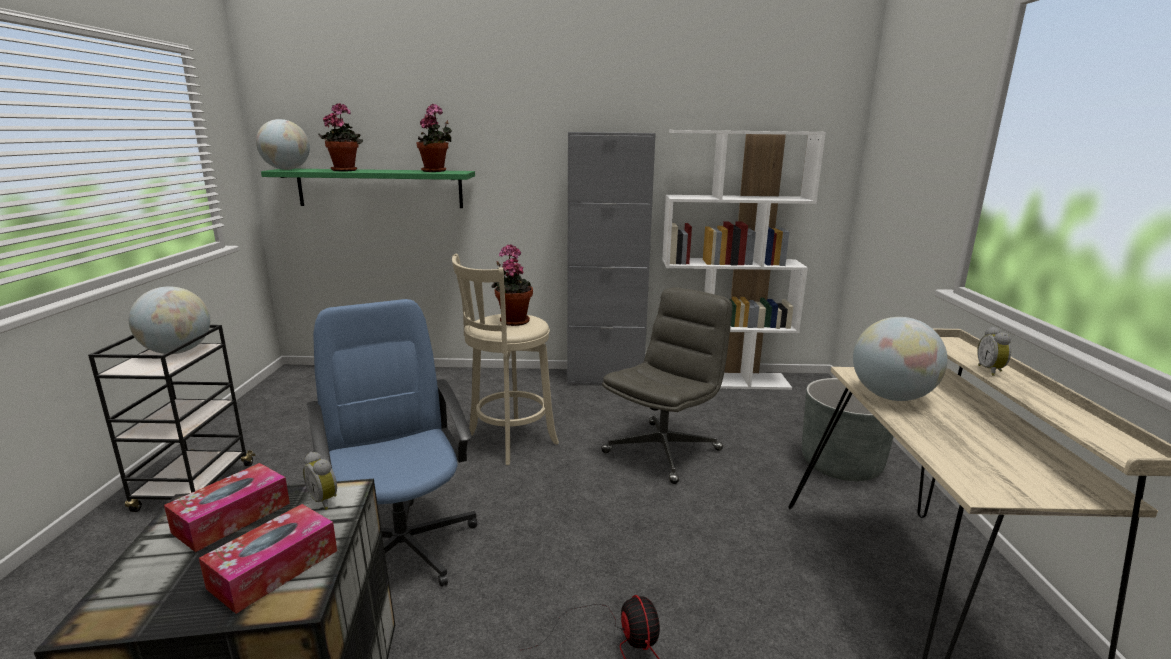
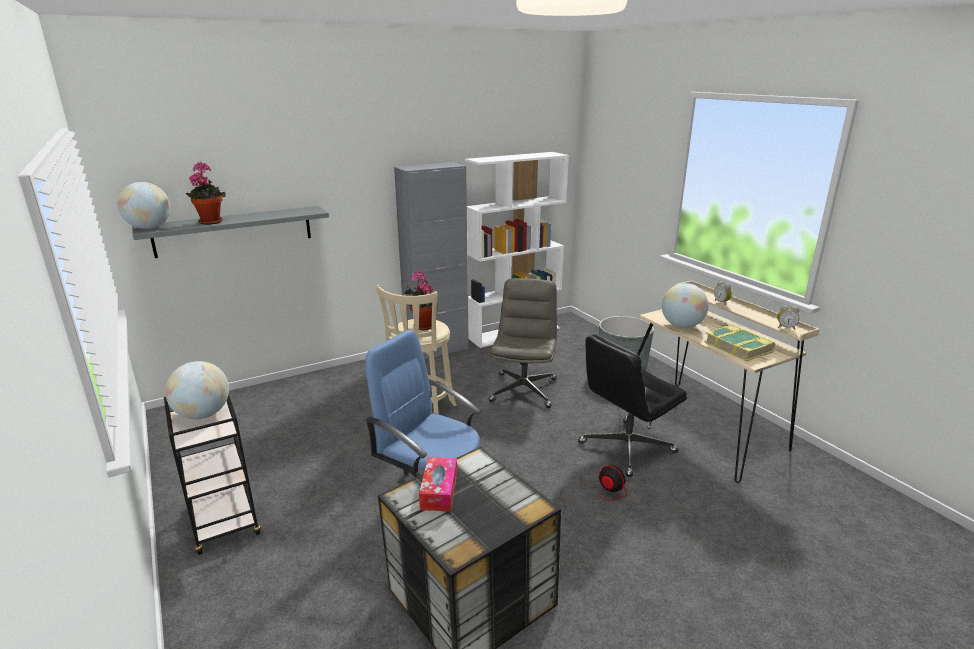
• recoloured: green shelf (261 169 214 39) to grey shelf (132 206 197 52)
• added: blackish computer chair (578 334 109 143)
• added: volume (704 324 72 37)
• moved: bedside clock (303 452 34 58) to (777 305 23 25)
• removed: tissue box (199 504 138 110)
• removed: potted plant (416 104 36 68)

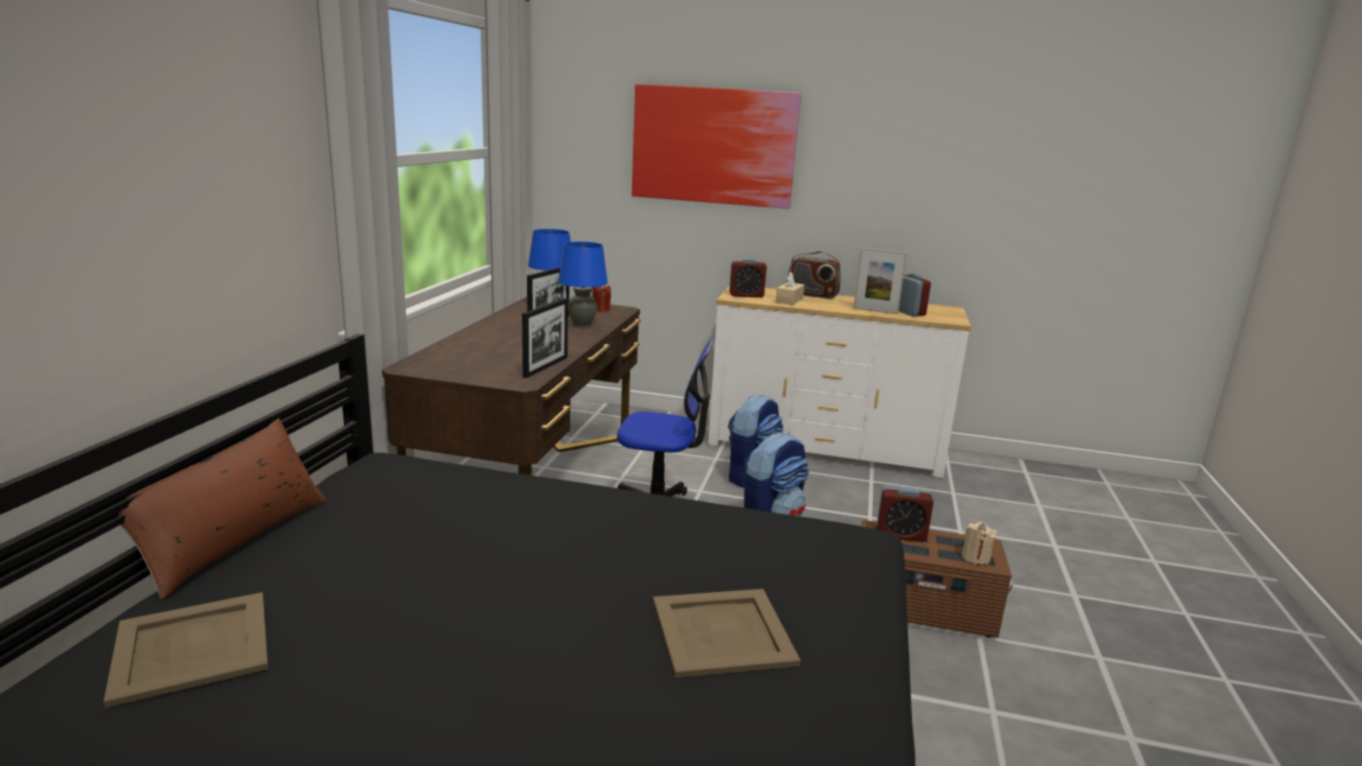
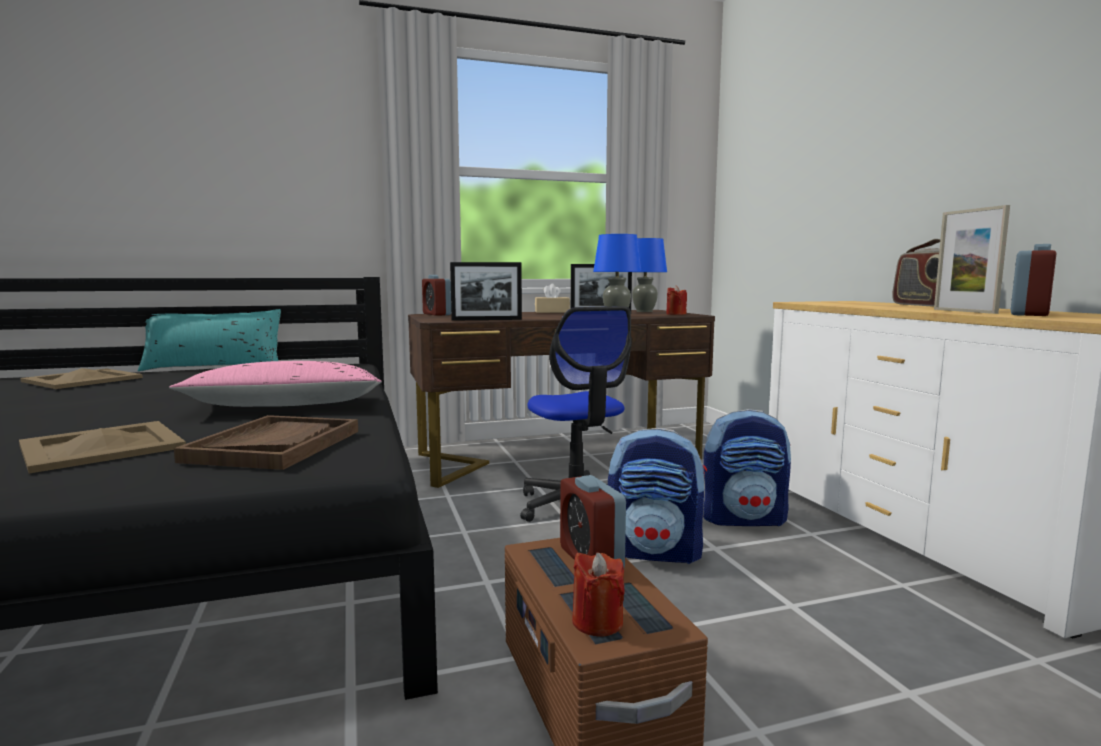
• recoloured: brownish throw pillow (118 418 209 182) to turquoise throw pillow (138 309 143 63)
• added: pink-coloured throw pillow (169 361 213 46)
• added: brownish serving tray (174 415 184 55)
• moved: bedside clock (729 258 38 40) to (422 275 29 41)
• moved: beige tissue box (776 272 29 33) to (535 283 35 30)
• recoloured: beige wax candle (962 522 35 43) to red wax candle (572 552 53 84)
• removed: picture (632 84 169 125)

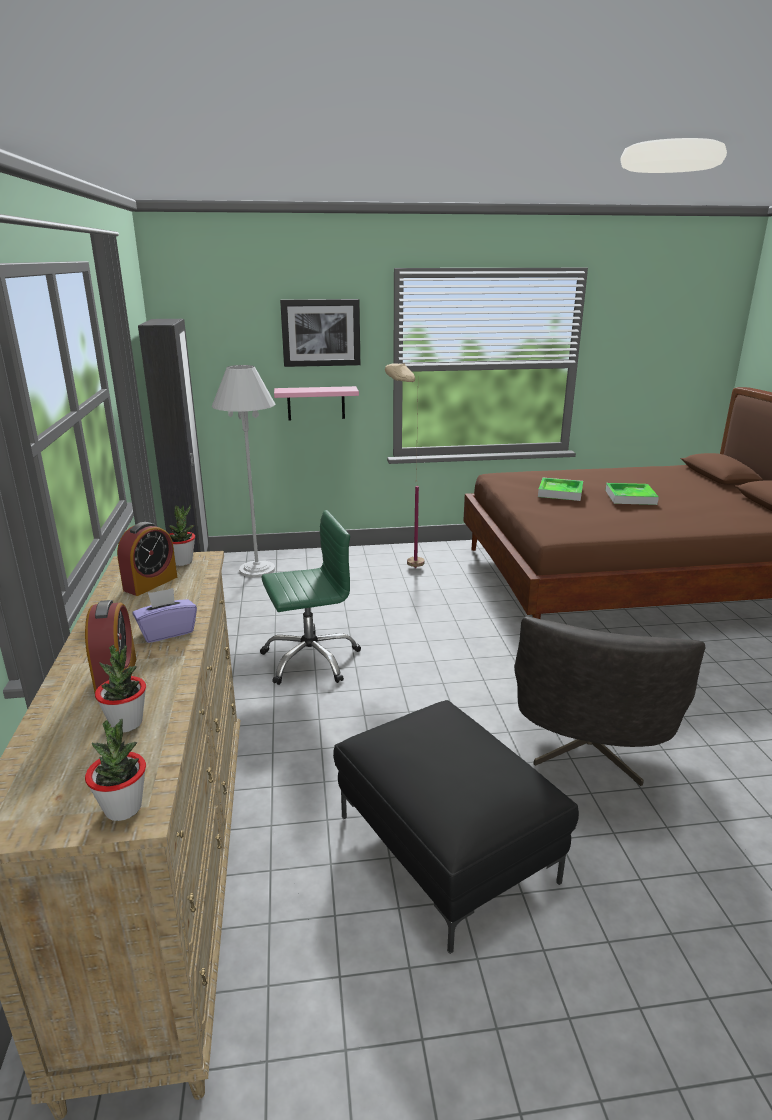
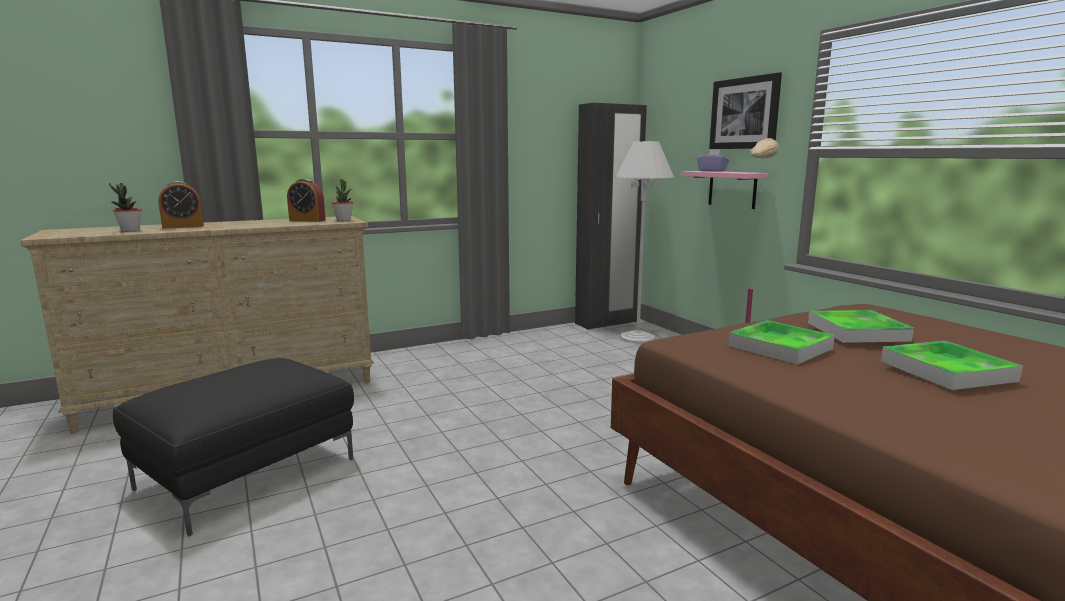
• moved: purple-coloured tissue box (132 588 65 55) to (697 149 32 23)
• added: serving tray (728 320 107 45)
• removed: potted plant (85 719 61 102)
• removed: green computer chair (260 510 101 175)
• removed: grey lounge chair (514 617 192 169)

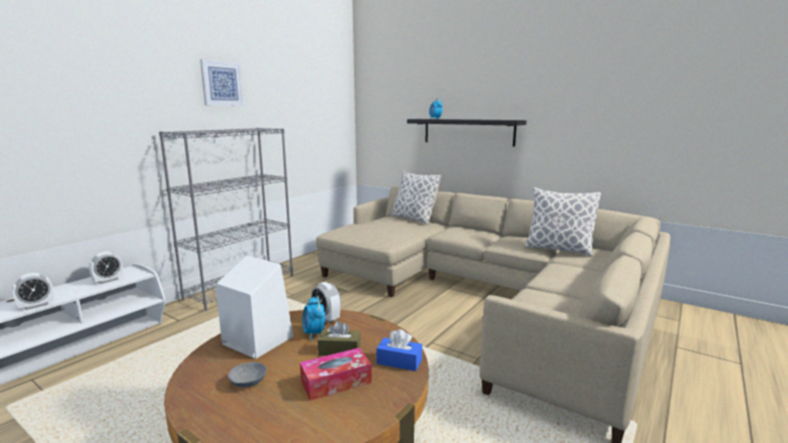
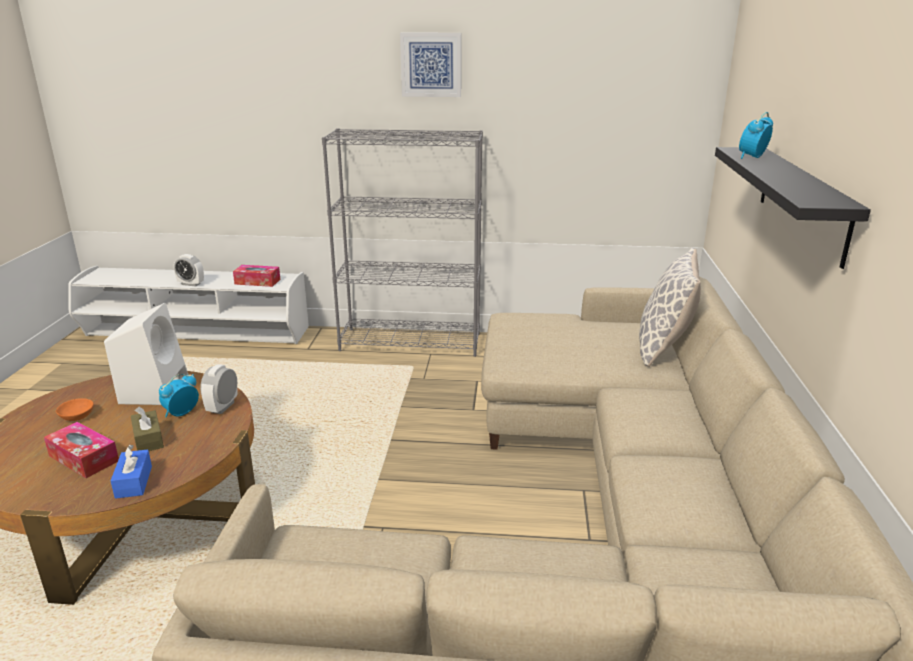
• recoloured: grey bowl (228 362 39 25) to orange bowl (56 398 38 23)
• replaced: bedside clock (89 252 34 32) to tissue box (233 265 48 22)
• removed: throw pillow (524 187 77 69)

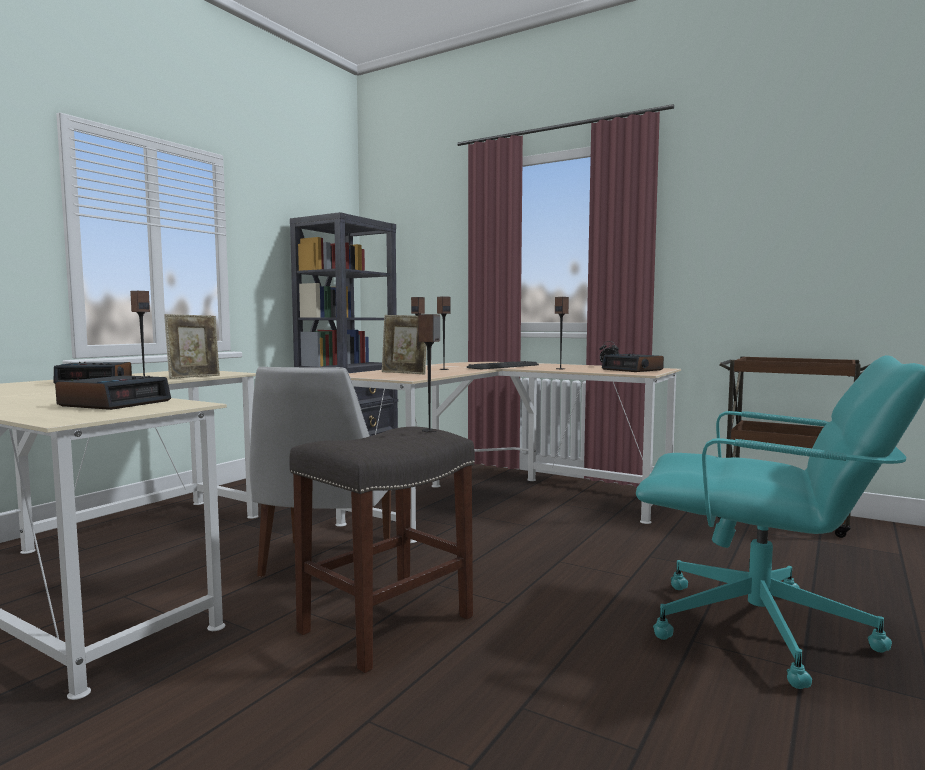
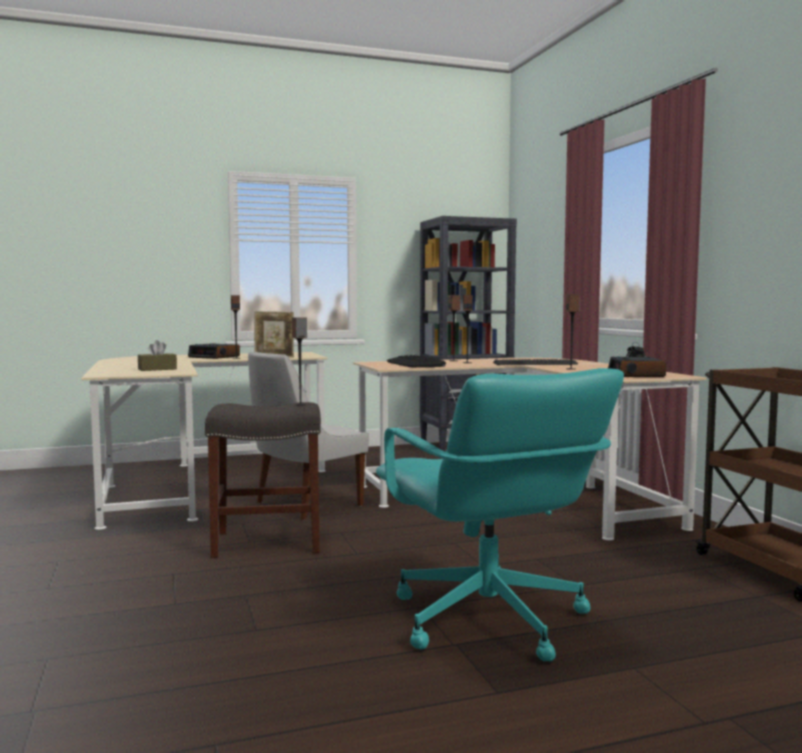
• replaced: bedside clock (55 375 116 35) to brownish tissue box (138 340 39 31)
• replaced: standing frame (382 315 45 59) to keyboard (387 355 59 13)

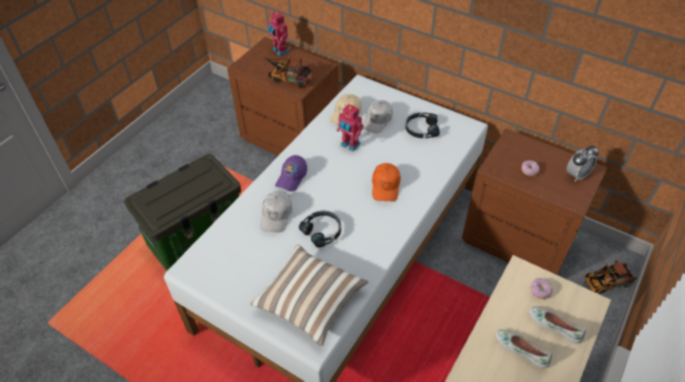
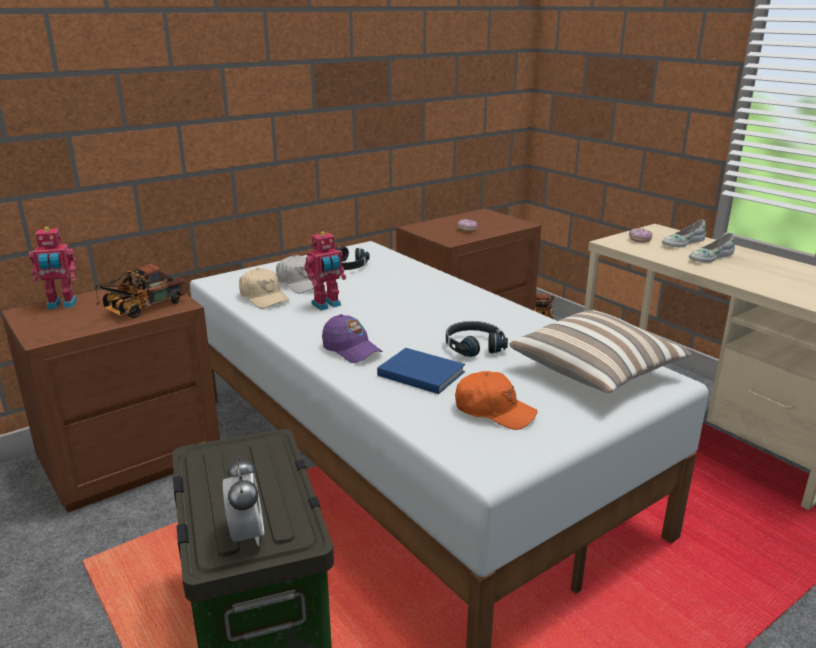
• moved: bedside clock (566 145 33 37) to (223 456 41 90)
• replaced: whitish cap (260 191 32 42) to blue-coloured volume (377 348 88 46)
• moved: orange cap (372 163 29 39) to (455 371 83 59)

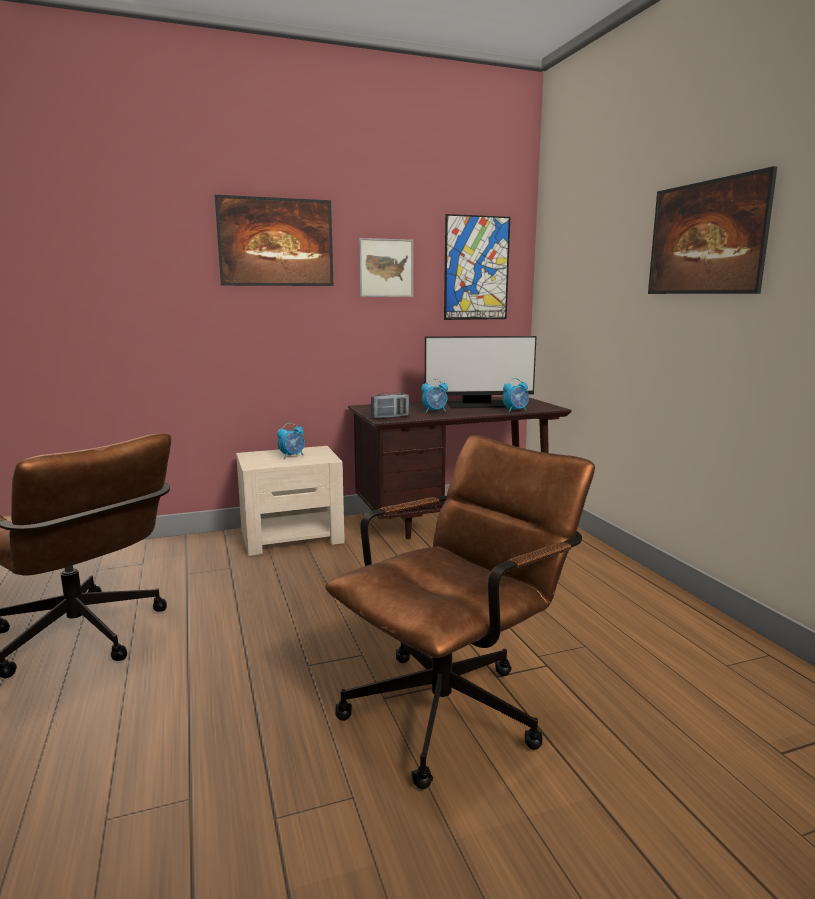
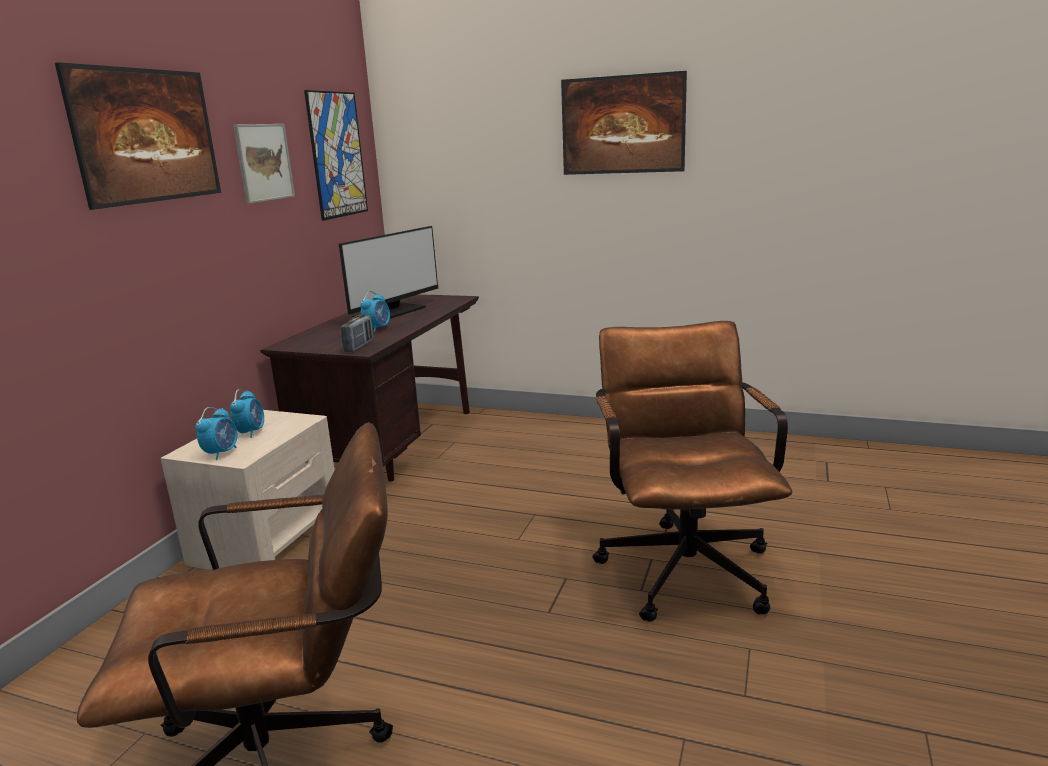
• moved: bedside clock (503 378 26 34) to (196 407 41 53)

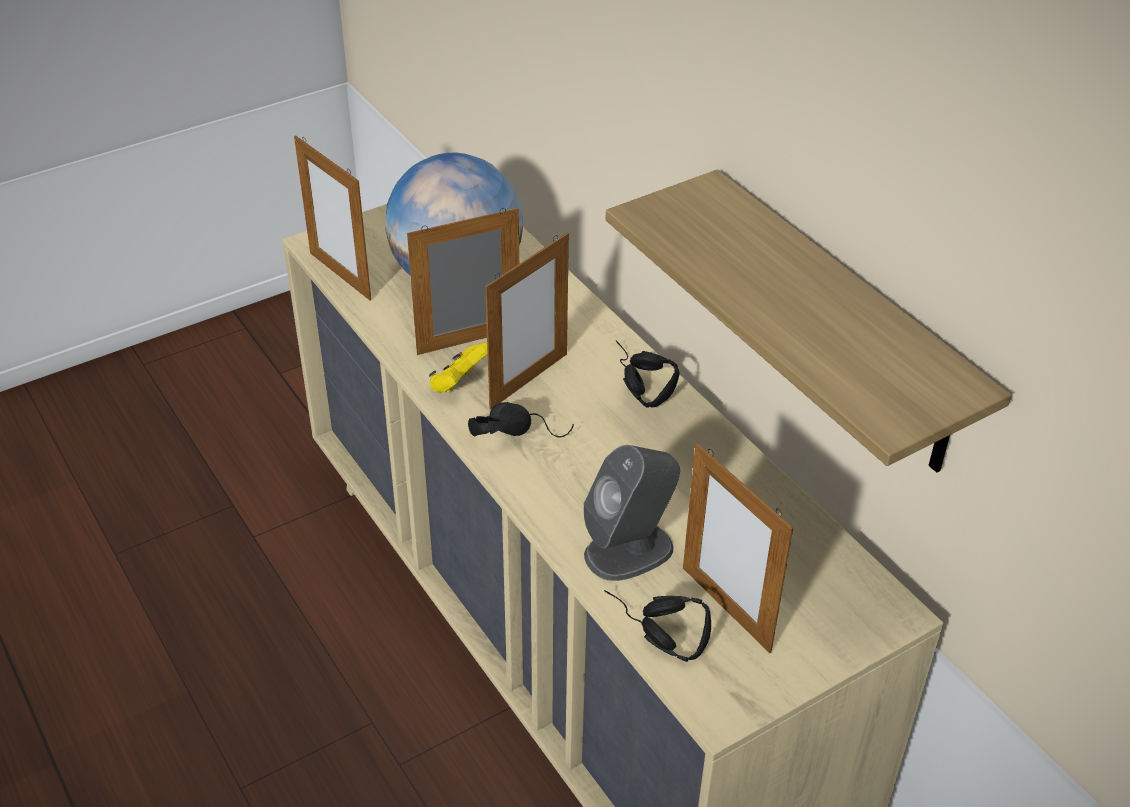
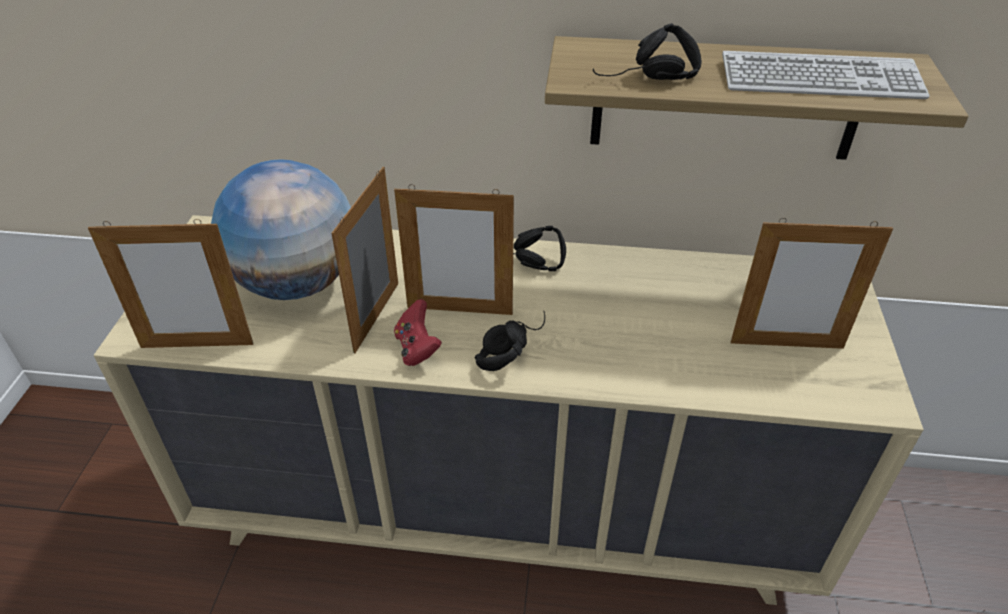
• turned: standing frame (485 233 84 176) = (394 184 120 131) 105 degrees clockwise
• recoloured: yellow-coloured game controller (429 342 59 51) to red game controller (394 299 48 67)
• moved: blackish headphones (604 590 107 72) to (593 23 109 57)
• added: keyboard (722 51 207 48)
• removed: grey audio speaker (584 445 96 136)

